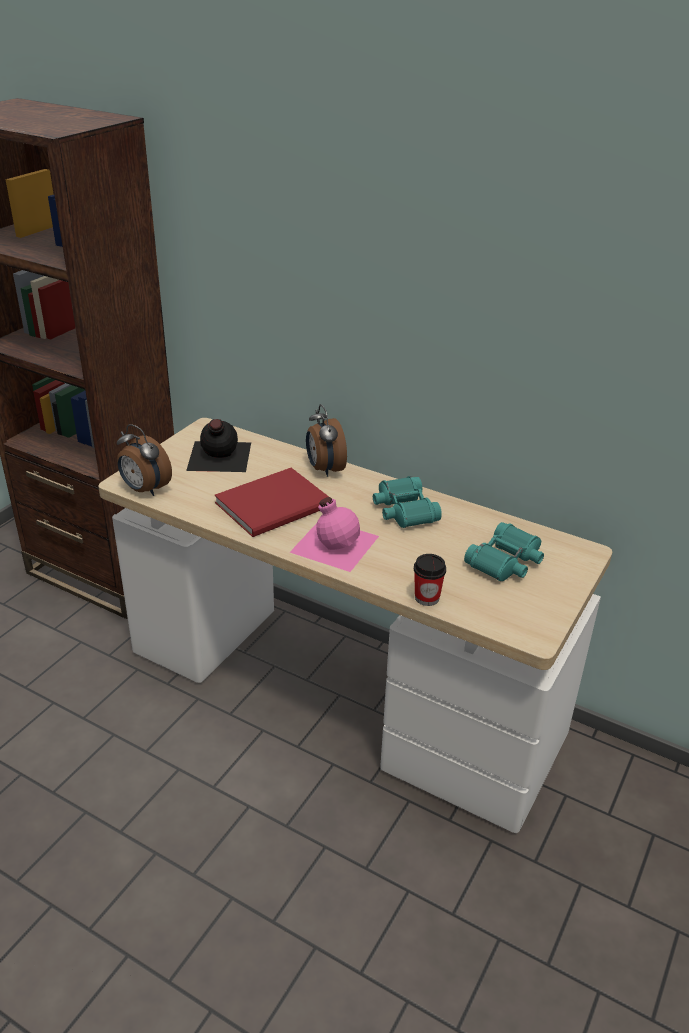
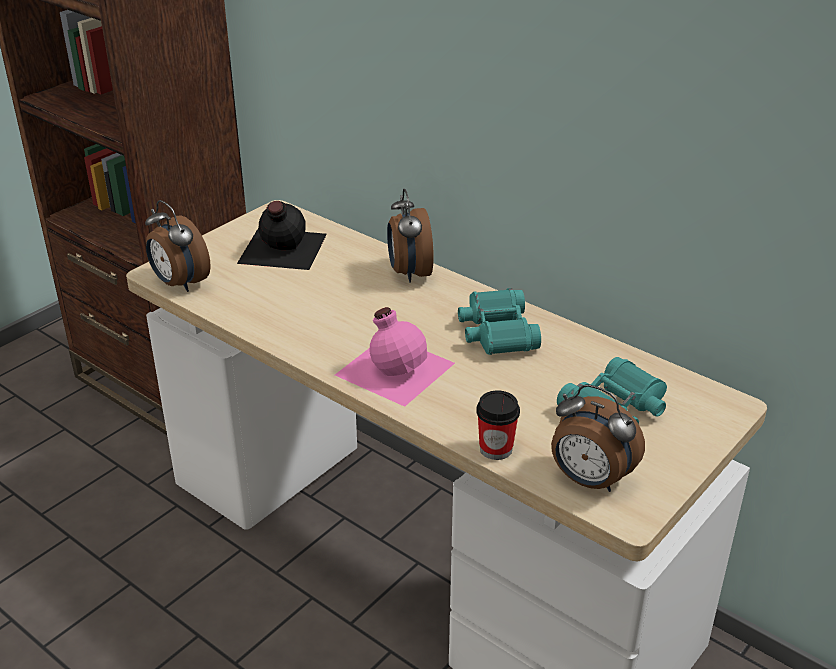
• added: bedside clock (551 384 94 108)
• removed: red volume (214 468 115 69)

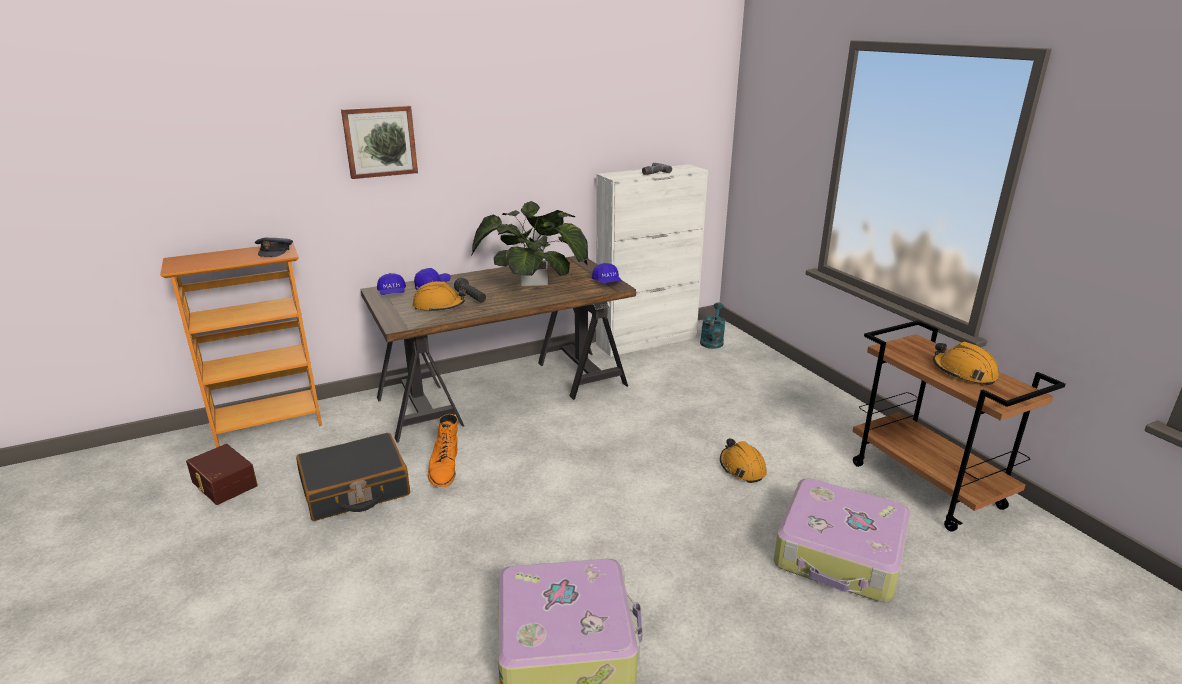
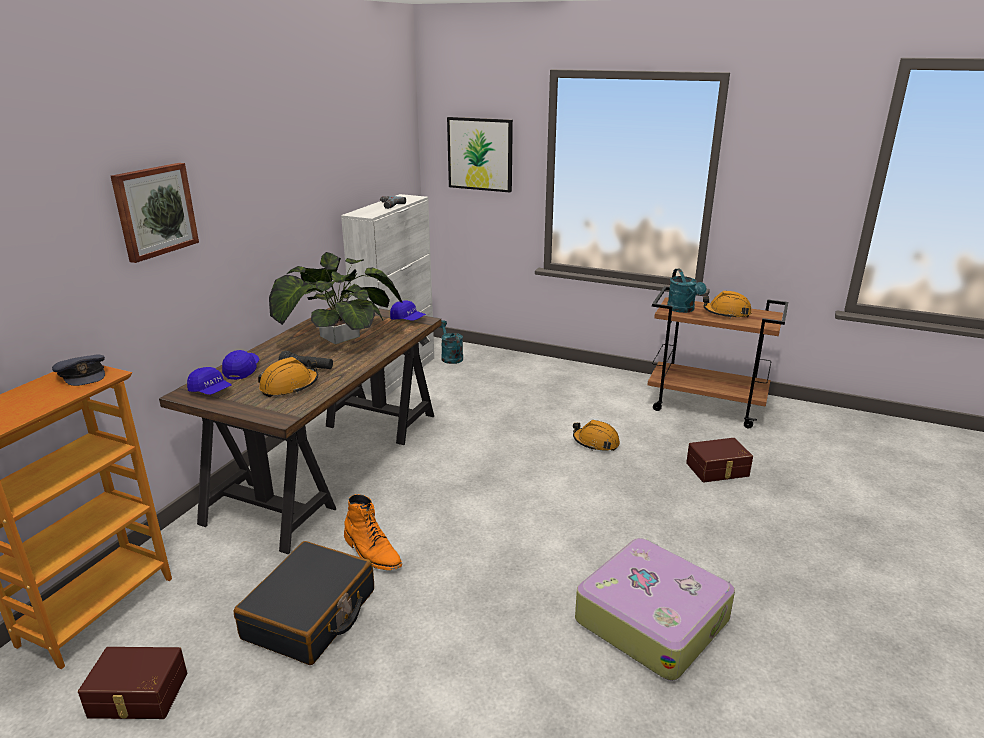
• added: picture (447 117 66 75)
• added: turquoise sprinkling can (667 269 40 44)
• replaced: suitcase (774 479 136 124) to brownish storage box (686 438 67 44)

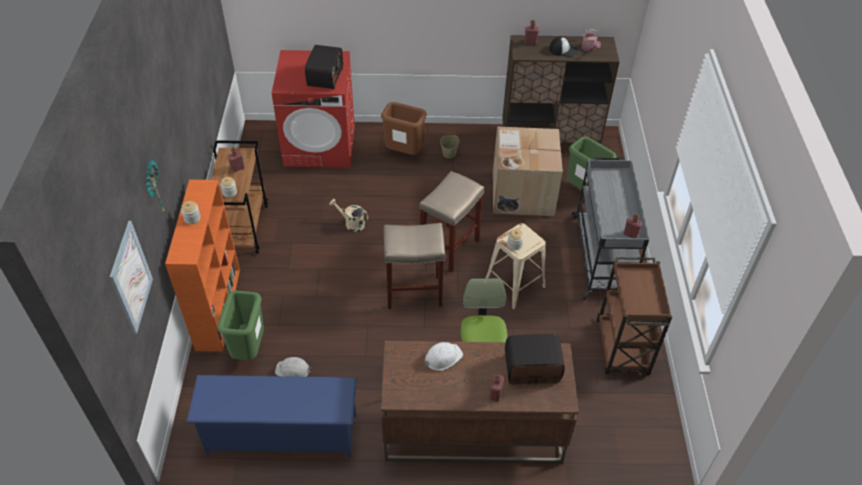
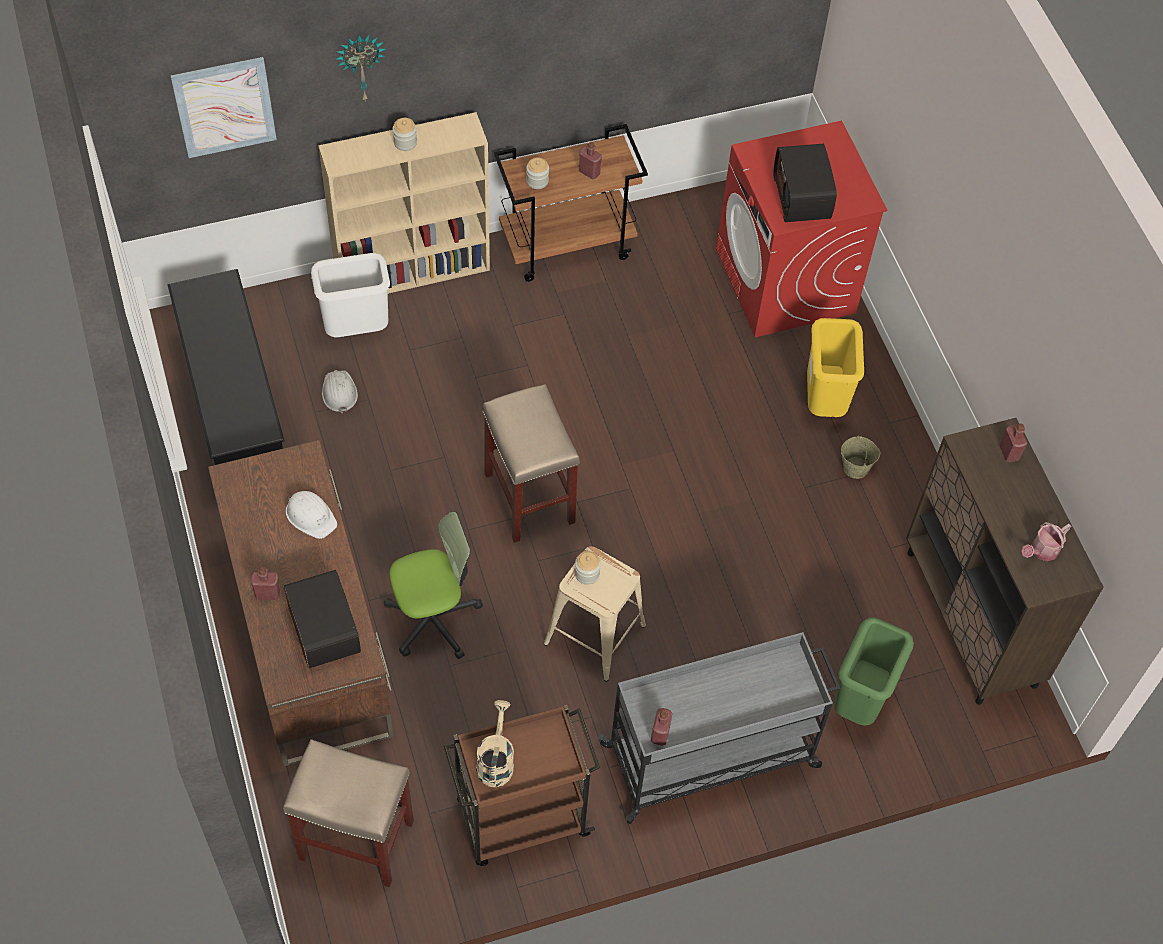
• recoloured: blue-coloured shoe rack (186 375 170 83) to blackish shoe rack (168 269 117 196)
• moved: beige sitting stool (419 171 65 101) to (283 739 131 148)
• recoloured: green rubbish bin (217 291 47 69) to whitish rubbish bin (311 253 79 84)
• recoloured: orange bookshelf (165 180 75 172) to beige bookshelf (318 112 172 182)
• moved: beige sprinkling can (329 199 39 33) to (476 700 38 87)
• turned: radio set (305 45 38 44) = (773 144 64 78) 90 degrees clockwise
• recoloured: brownish rubbish bin (381 102 46 53) to yellow-coloured rubbish bin (807 318 57 99)
• removed: cardboard box (493 127 70 89)
• removed: cap (549 36 30 22)

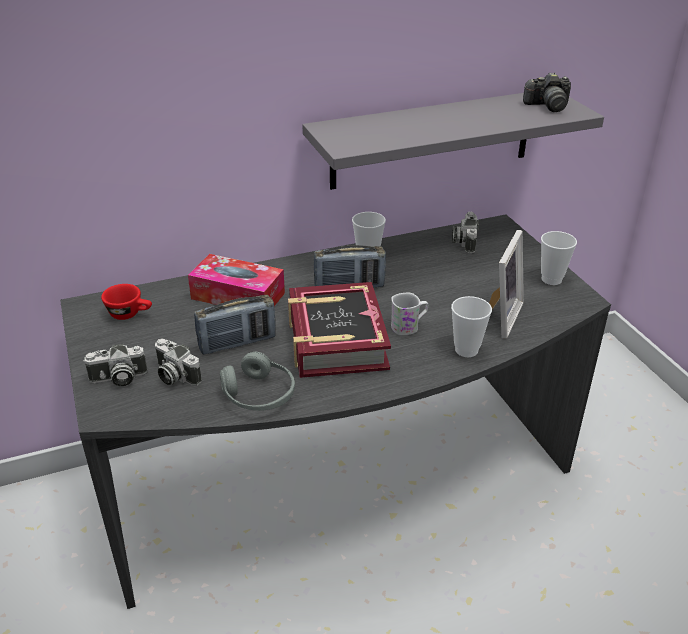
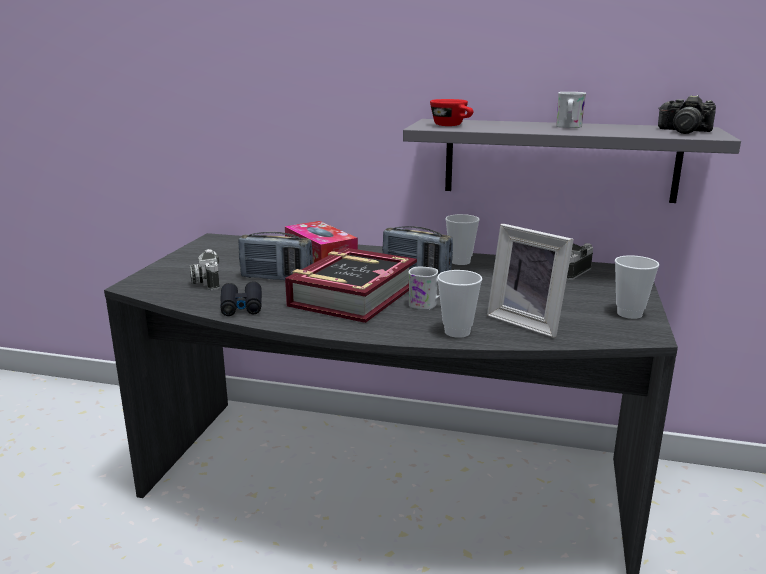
• replaced: grey headphones (220 352 75 59) to blackish binoculars (220 281 42 35)
• moved: red cup (101 284 51 36) to (430 99 43 27)
• turned: standing frame (489 230 35 109) = (487 224 87 114) 75 degrees clockwise
• added: whitish coffee mug (556 92 30 36)
• removed: photo camera (83 344 64 42)

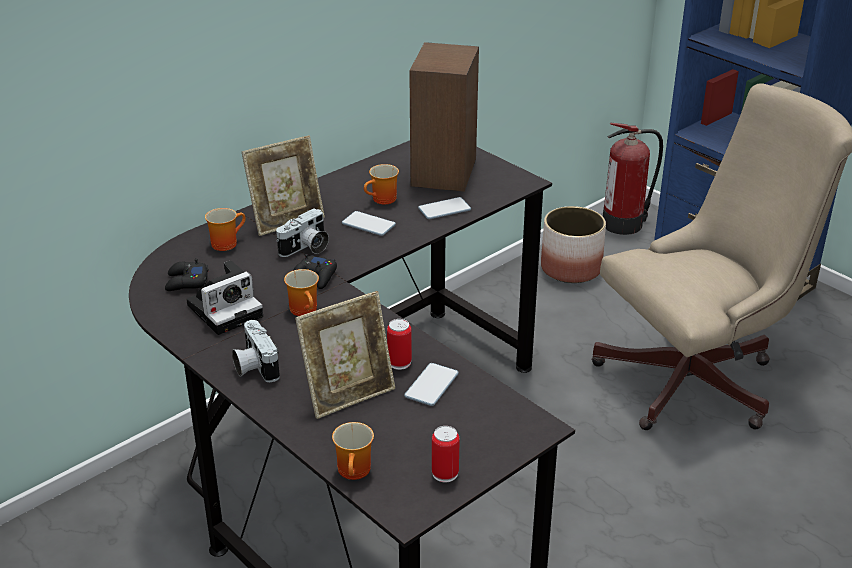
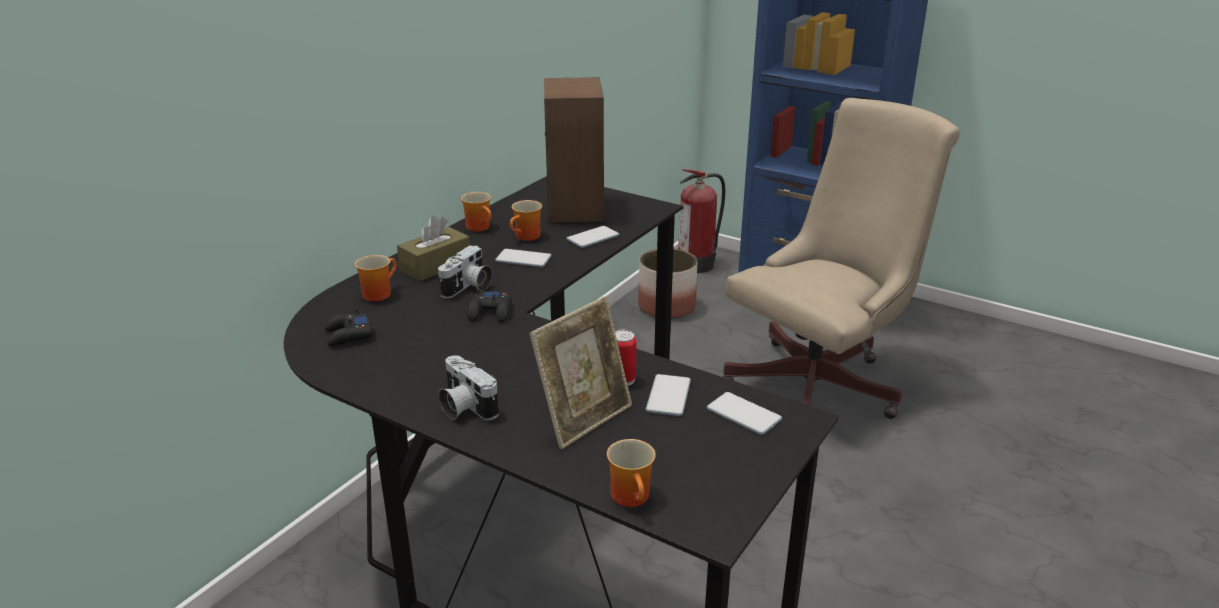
• replaced: standing frame (242 135 83 101) to brownish tissue box (397 216 73 65)
• moved: coffee mug (284 269 35 47) to (461 192 30 39)
• added: handset (707 392 75 43)
• removed: photo camera (186 260 77 75)
• removed: sealed can (432 426 28 56)

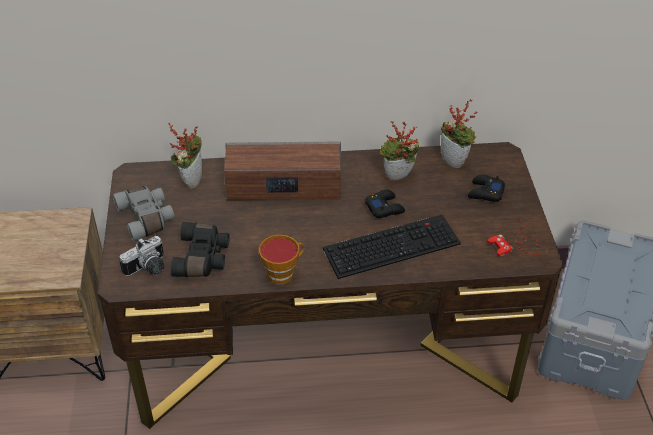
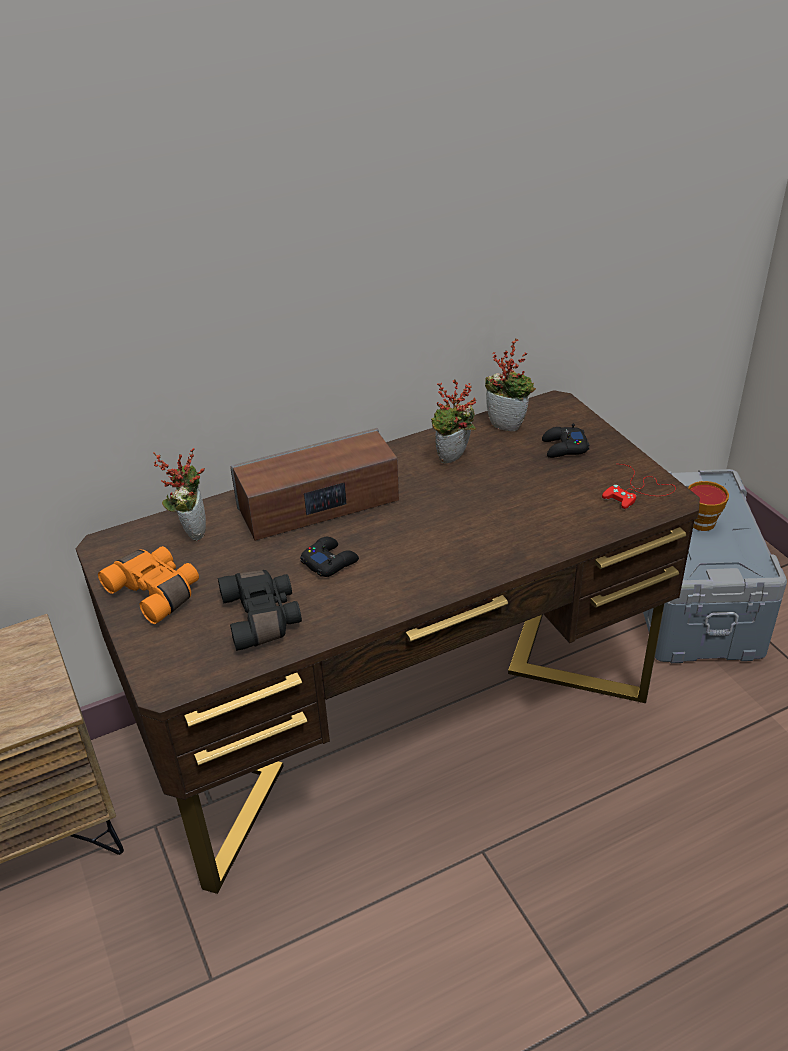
• recoloured: grey binoculars (113 186 62 55) to orange binoculars (98 546 101 78)
• moved: blackish game controller (365 190 40 28) to (300 537 59 40)
• moved: cup (259 235 45 50) to (688 481 41 50)
• removed: photo camera (119 236 45 40)
• removed: keyboard (323 215 138 64)

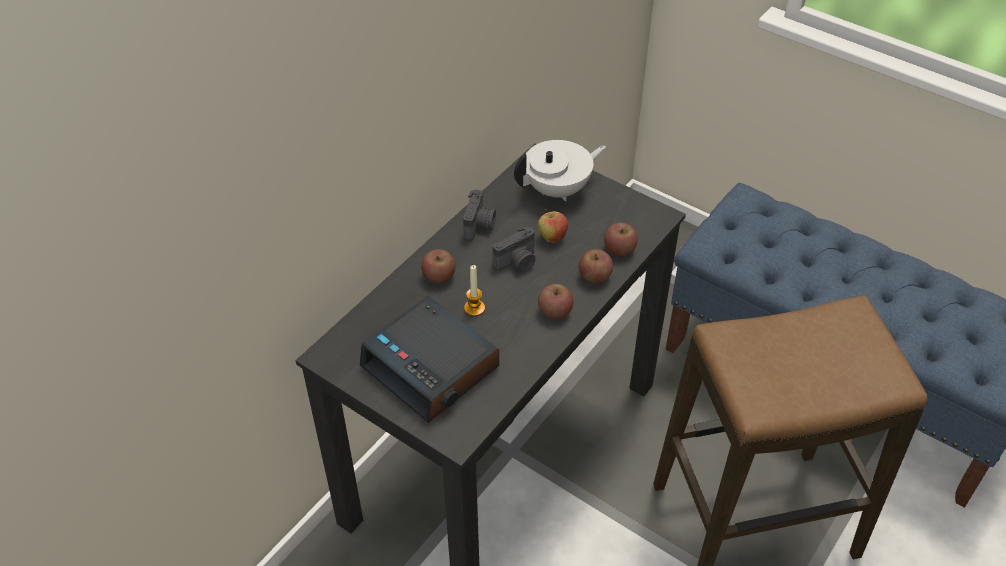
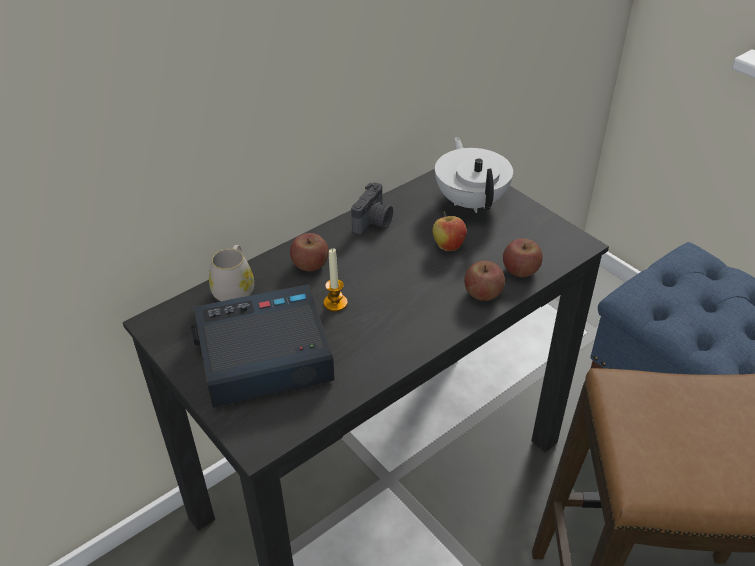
• turned: bedside clock (360 295 139 128) = (191 284 144 124) 105 degrees clockwise
• added: whitish coffee mug (209 245 45 56)
• turned: whitish pot for tea (514 140 92 61) = (435 137 78 76) 90 degrees counterclockwise
• removed: photo camera (493 226 43 46)
• removed: apple (538 284 35 35)

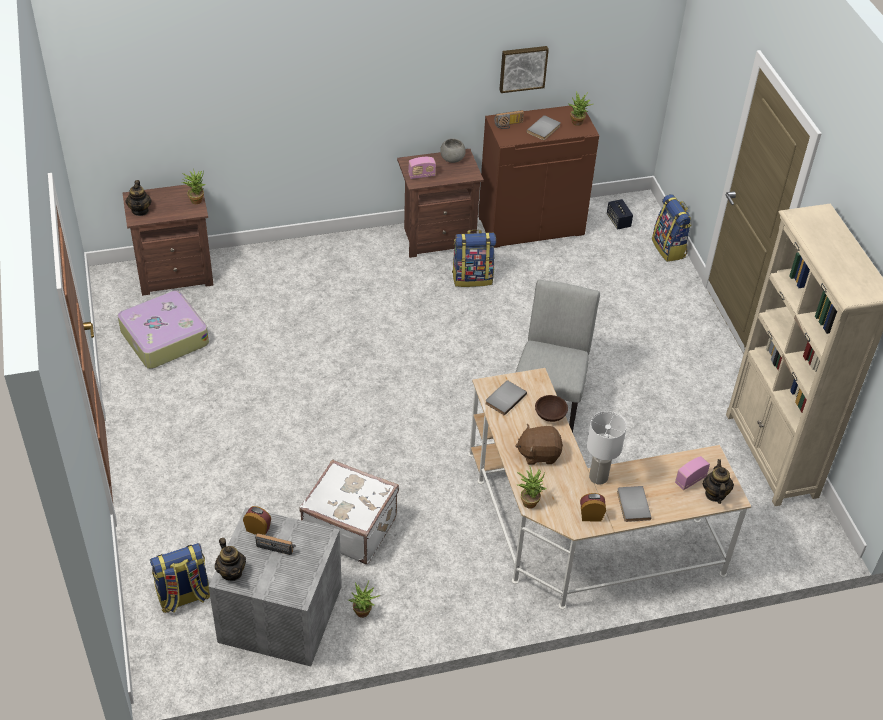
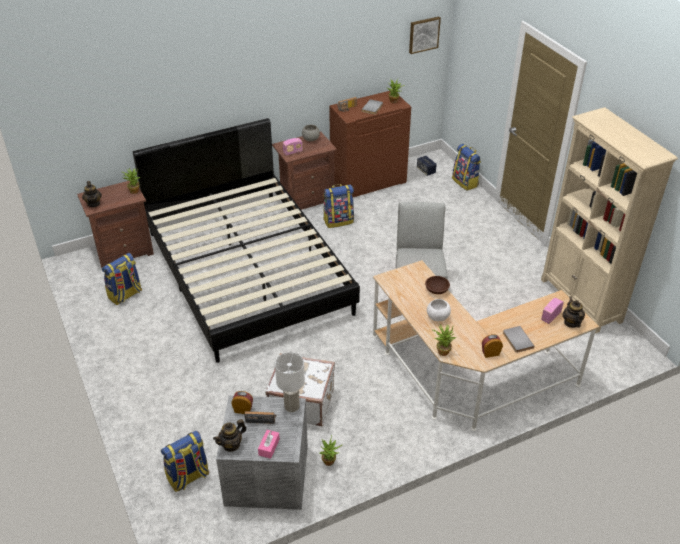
• replaced: suitcase (118 290 91 79) to knapsack (102 253 40 52)
• added: blackish bedroom bed (133 118 227 245)
• turned: pot for tea (215 538 31 43) = (213 419 34 33) 90 degrees clockwise
• added: pink-coloured tissue box (258 430 22 29)
• moved: whitish tabletop lamp (587 411 40 74) to (275 352 30 60)
• moved: picture (499 46 50 47) to (409 17 32 37)
• replaced: brownish soft toy (515 424 48 41) to whitish bowl (427 299 24 22)
• removed: grey volume (485 380 42 36)

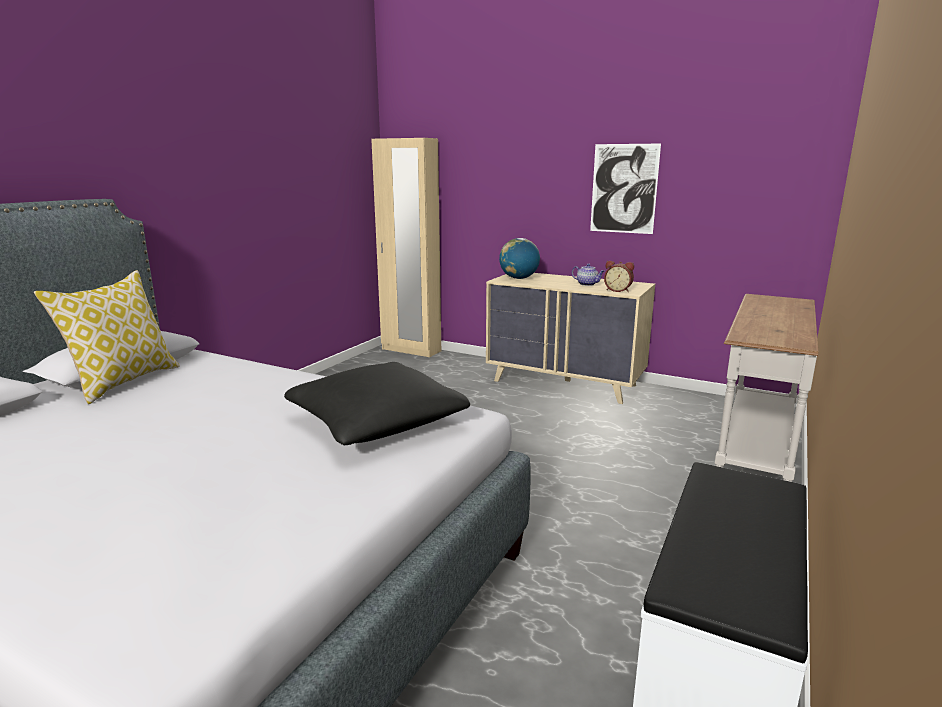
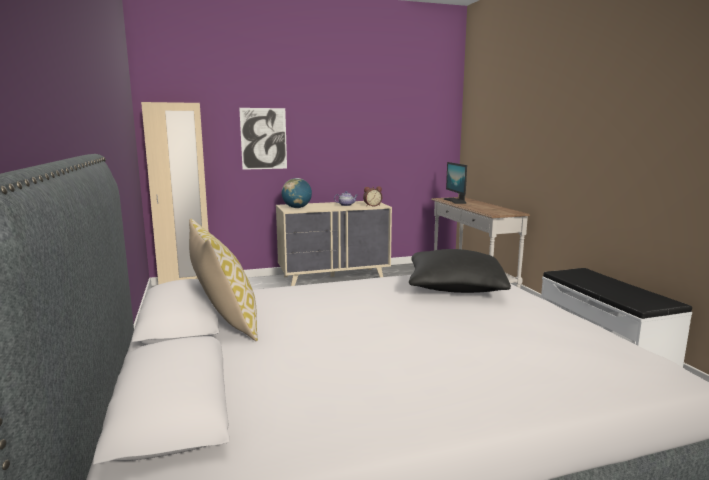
• moved: picture (590 144 71 90) to (239 108 48 62)
• added: monitor (444 162 23 42)

